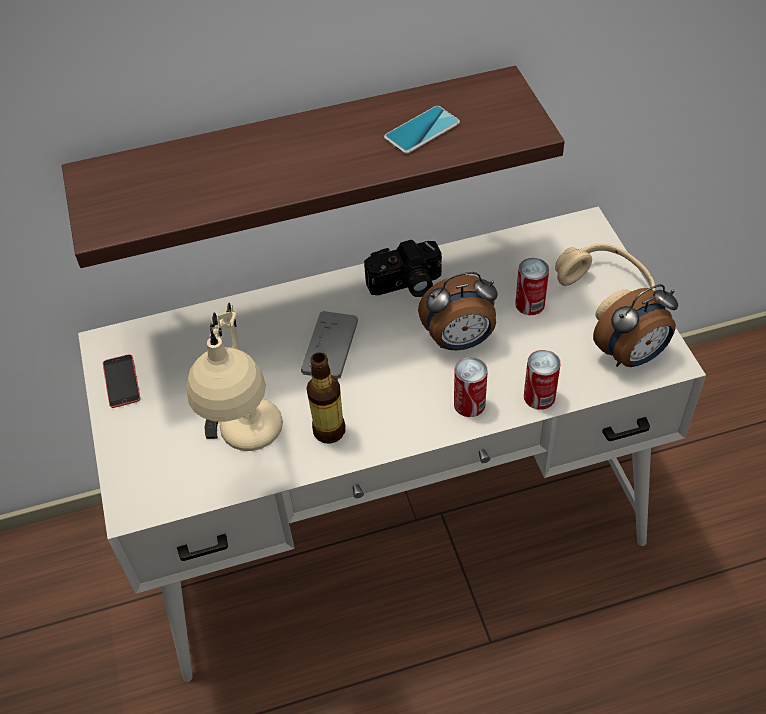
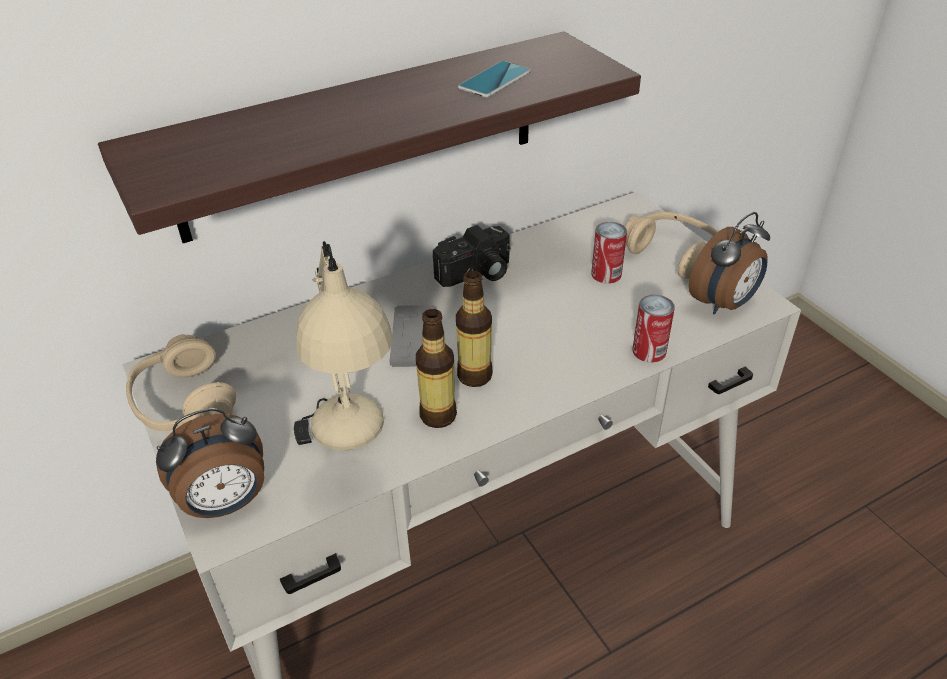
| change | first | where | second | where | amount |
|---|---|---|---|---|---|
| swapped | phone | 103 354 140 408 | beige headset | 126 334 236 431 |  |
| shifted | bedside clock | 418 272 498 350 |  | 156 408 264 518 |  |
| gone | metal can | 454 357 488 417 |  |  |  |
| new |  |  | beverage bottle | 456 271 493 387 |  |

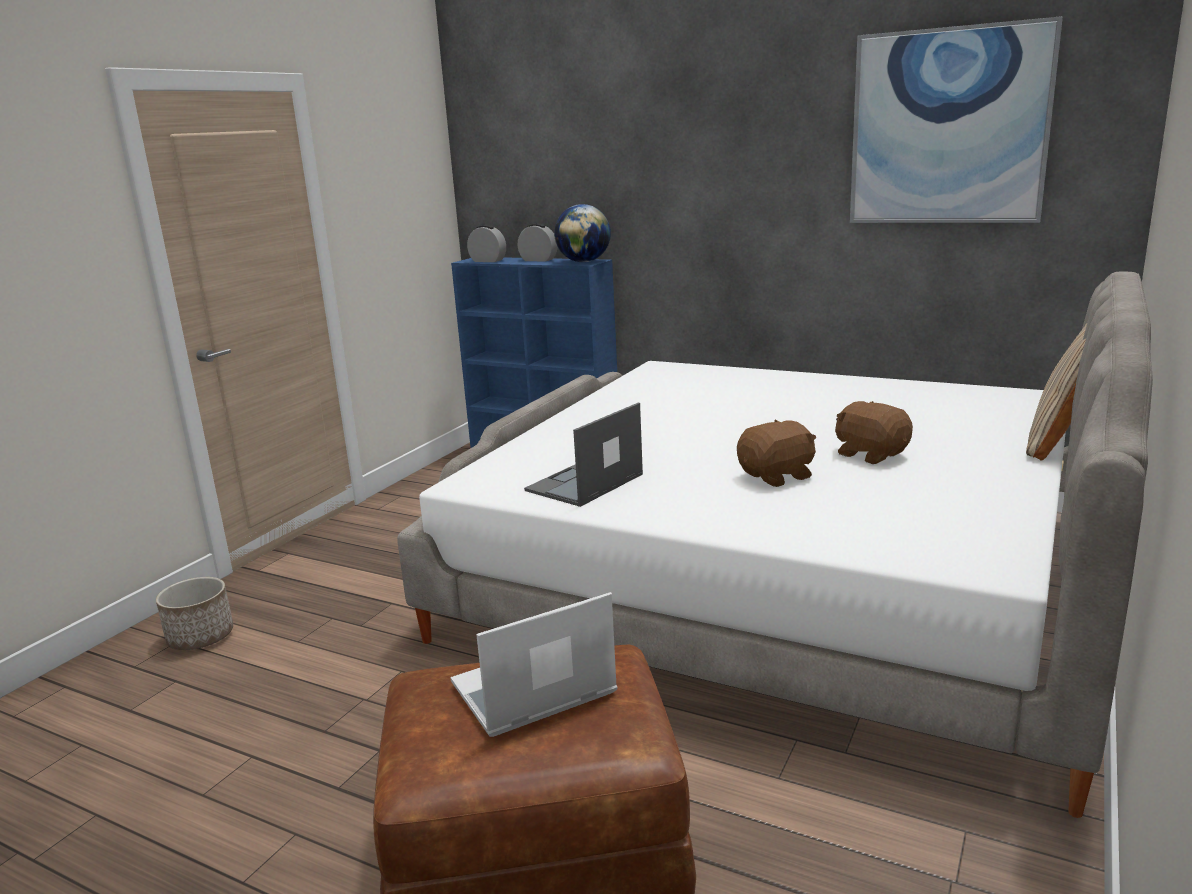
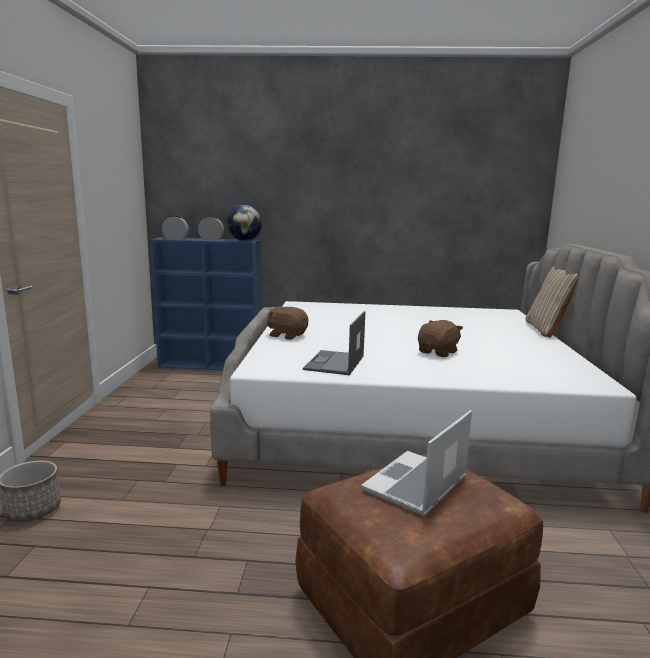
| change | first | where | second | where | amount |
|---|---|---|---|---|---|
| shifted | brownish plush toy | 835 401 913 464 |  | 267 306 308 340 |  |
| gone | wall picture | 850 16 1063 223 |  |  |  |

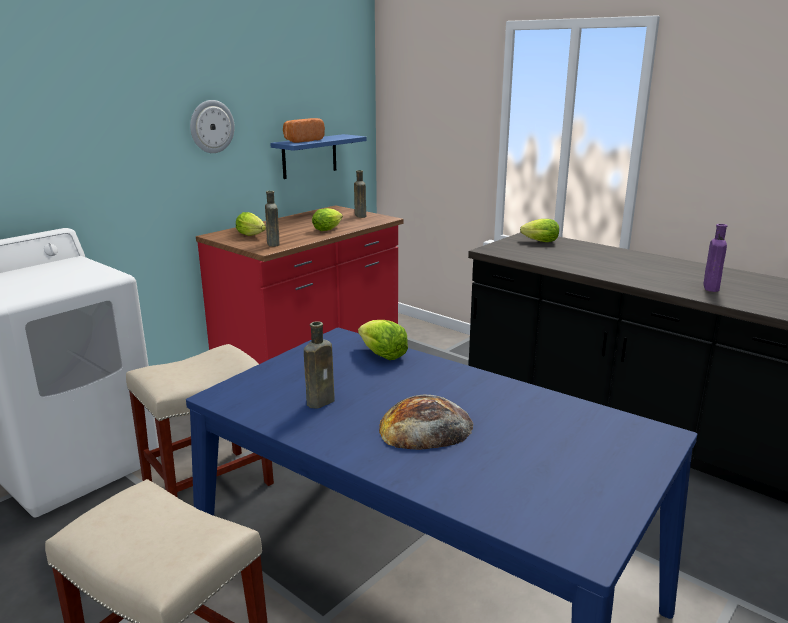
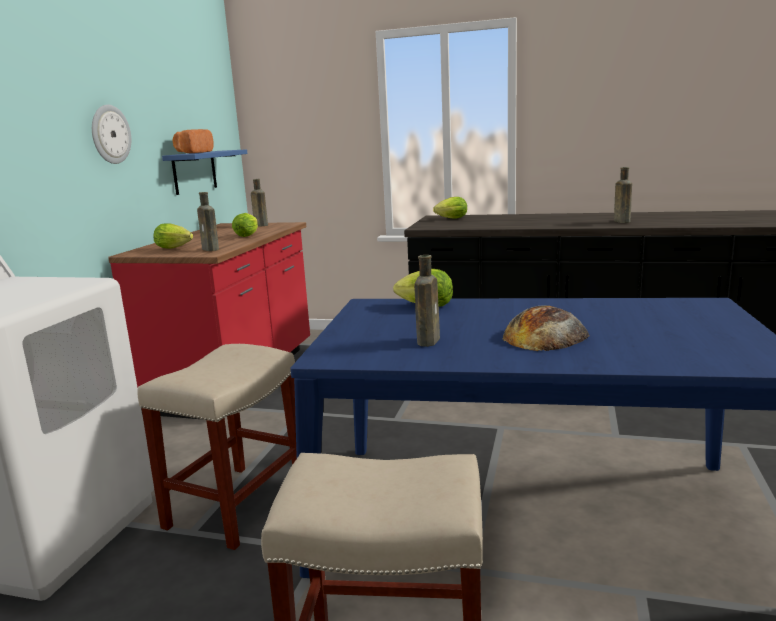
| change | first | where | second | where | amount |
|---|---|---|---|---|---|
| repainted | purplish beverage bottle | 703 224 727 292 | brownish beverage bottle | 614 167 632 223 |  |

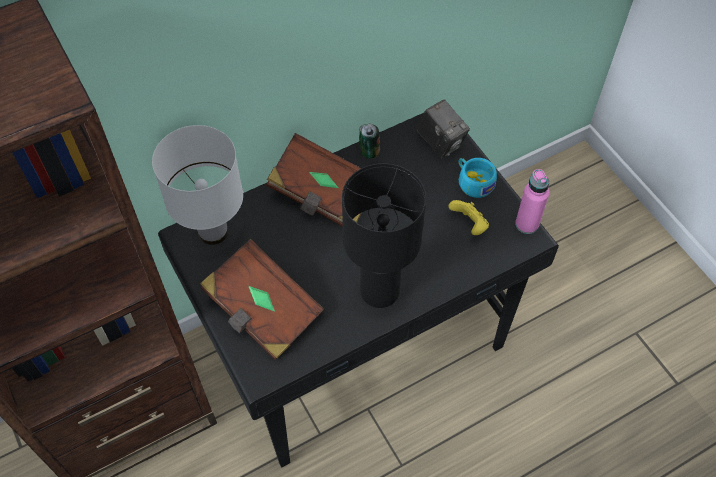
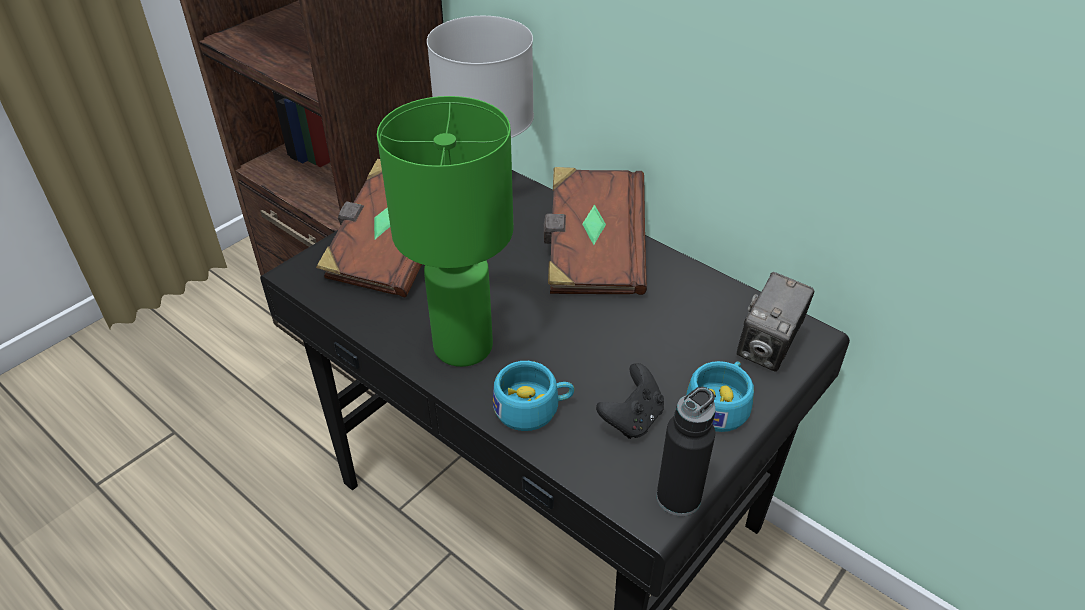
| change | first | where | second | where | amount |
|---|---|---|---|---|---|
| repainted | black-coloured tabletop lamp | 342 163 426 308 | green tabletop lamp | 377 96 513 367 |  |
| gone | metal can | 359 124 380 158 |  |  |  |
| repainted | yellow game controller | 448 200 489 235 | black-coloured game controller | 596 363 664 439 |  |
| repainted | pink beverage bottle | 515 169 549 234 | black-coloured beverage bottle | 657 387 716 516 |  |
| new |  |  | turquoise-coloured cup | 493 361 574 431 |  |

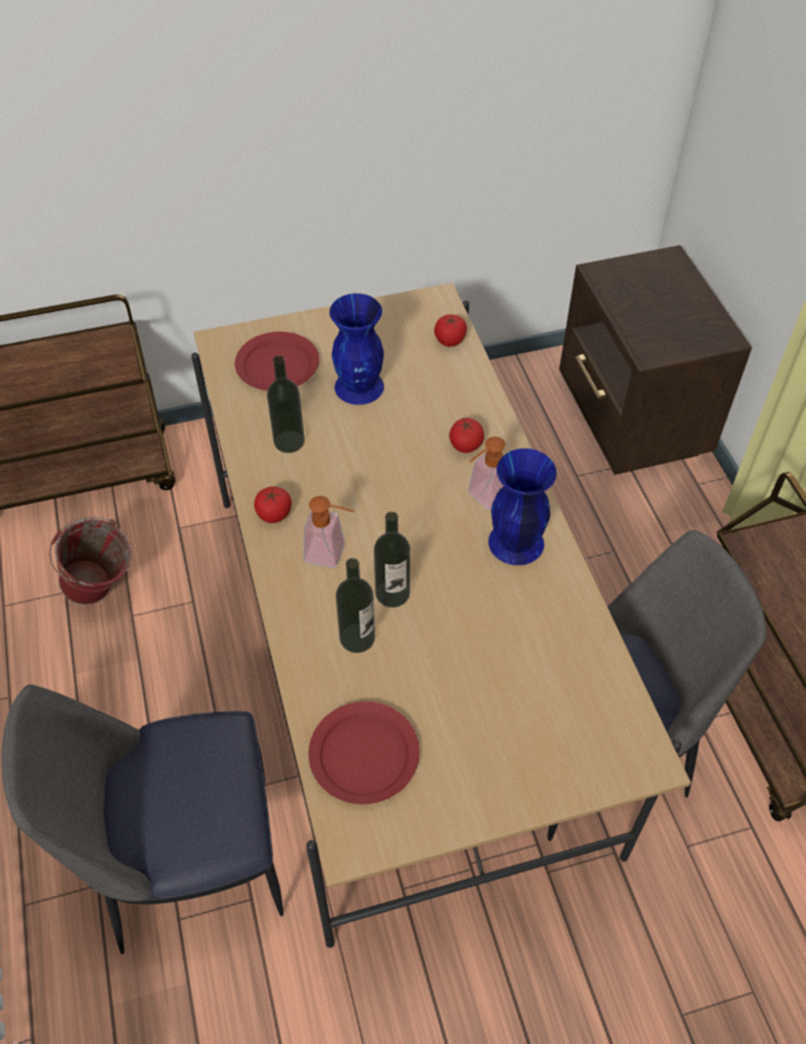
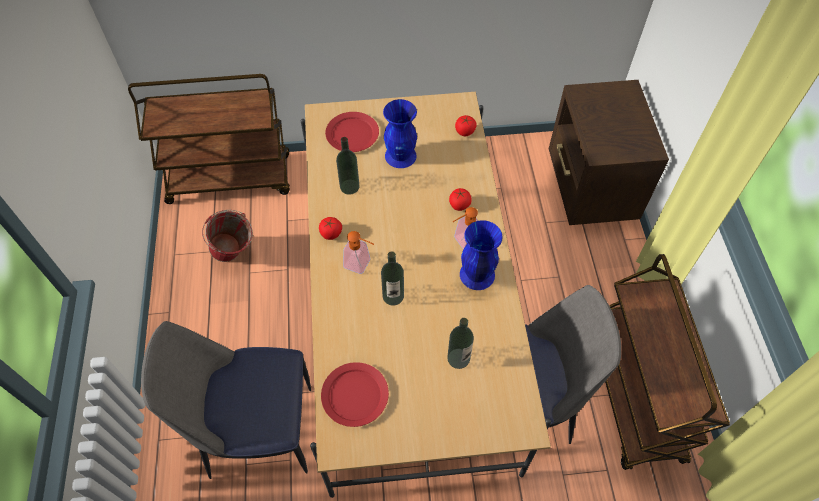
| change | first | where | second | where | amount |
|---|---|---|---|---|---|
| shifted | beverage bottle | 336 558 375 653 |  | 447 318 474 369 |  |

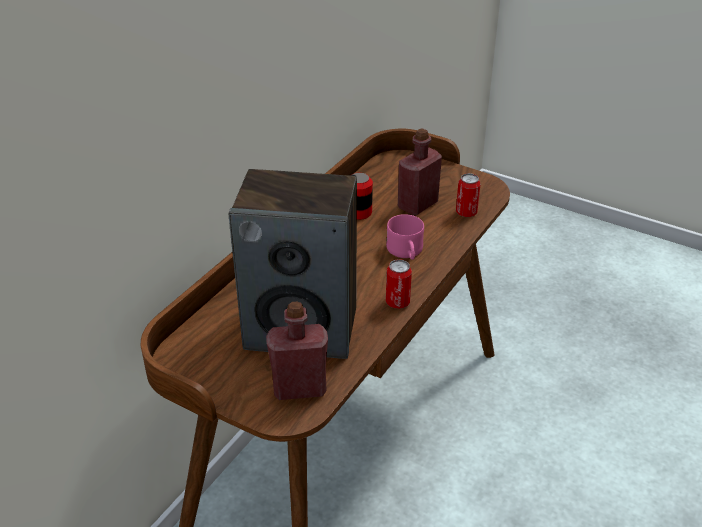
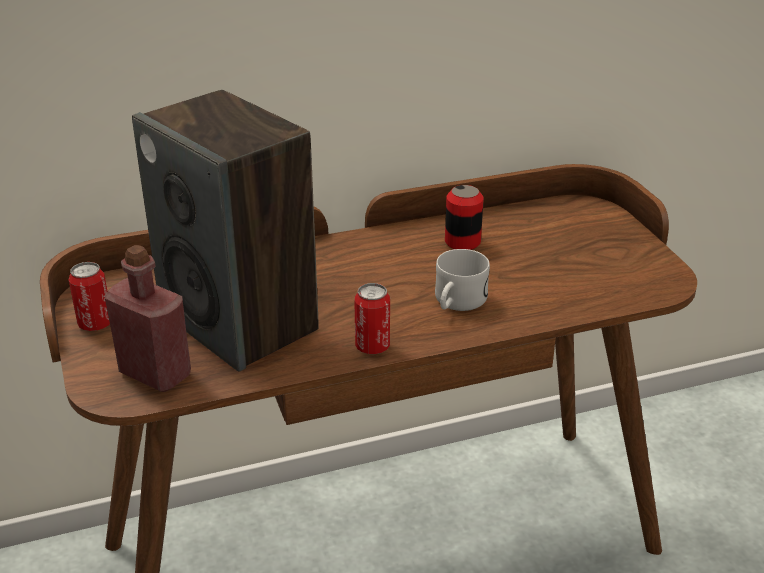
| change | first | where | second | where | amount |
|---|---|---|---|---|---|
| repainted | pink mug | 386 214 424 260 | white mug | 435 249 490 311 |  |
| gone | reddish beverage bottle | 398 128 442 216 |  |  |  |
| shifted | metal can | 456 173 481 217 |  | 69 262 110 331 |  |

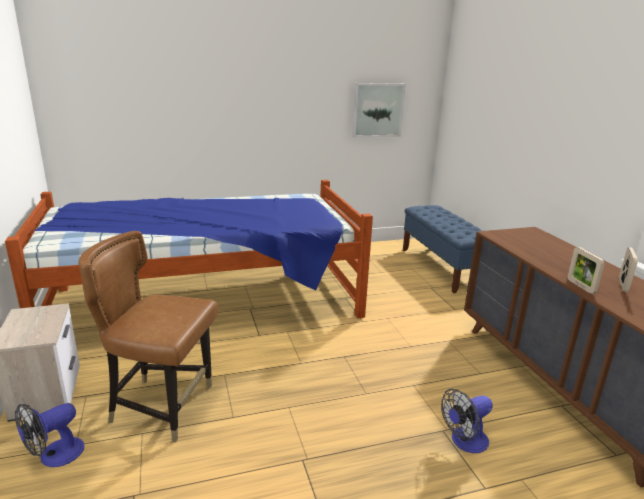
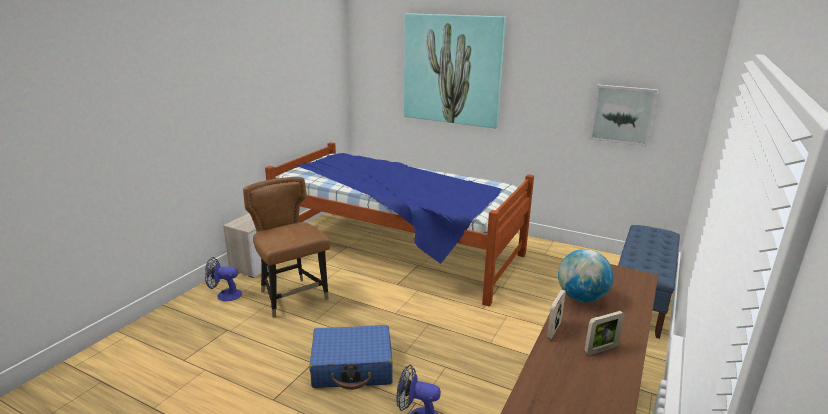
| change | first | where | second | where | amount |
|---|---|---|---|---|---|
| new |  |  | bluish suitcase | 309 325 392 390 |  |
| new |  |  | wall picture | 404 13 506 128 |  |
| new |  |  | desk globe | 558 249 613 303 |  |

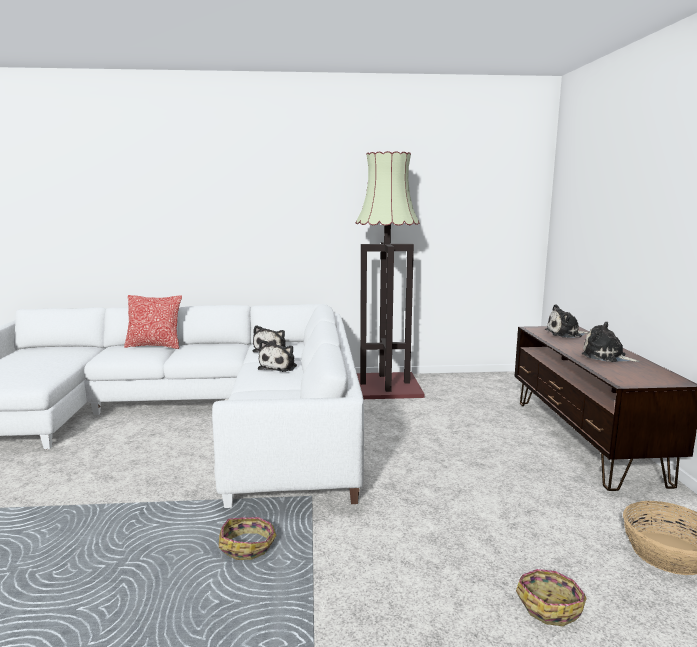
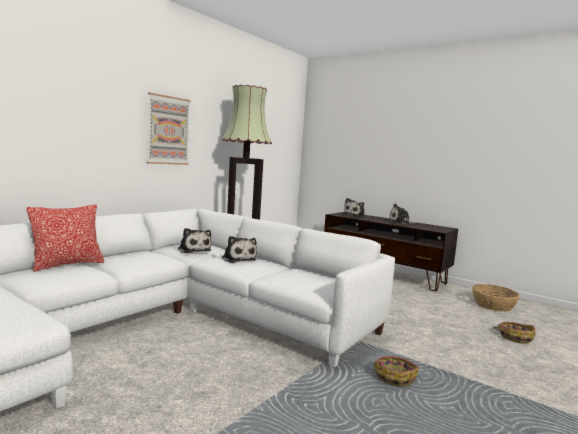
| change | first | where | second | where | amount |
|---|---|---|---|---|---|
| new |  |  | wall picture | 147 92 191 165 |  |

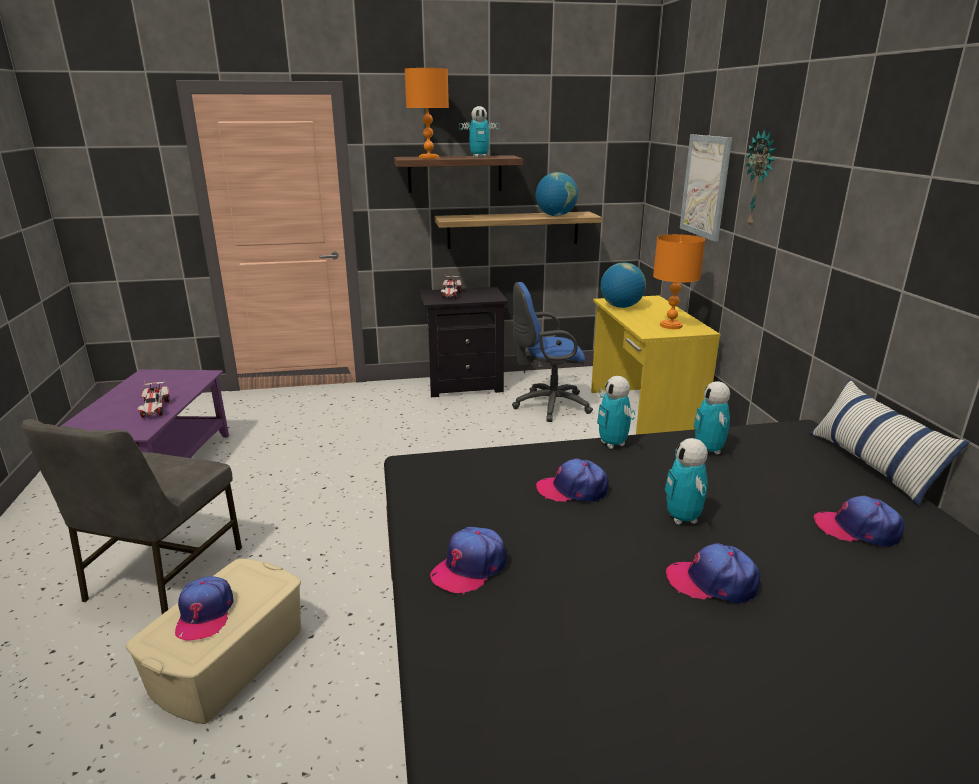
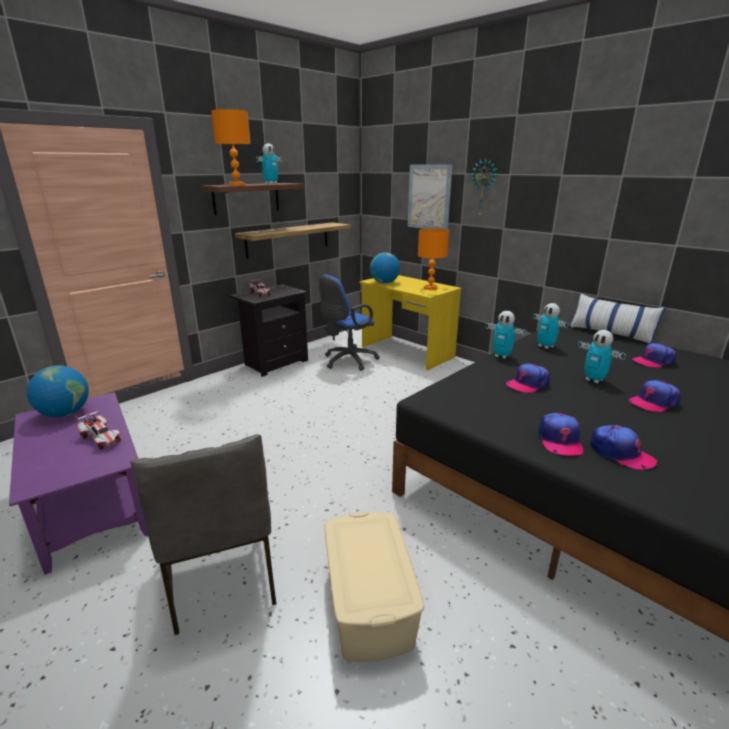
| change | first | where | second | where | amount |
|---|---|---|---|---|---|
| shifted | cap | 175 576 234 640 |  | 590 425 657 470 |  |
| shifted | desk globe | 536 172 578 216 |  | 27 366 89 417 |  |

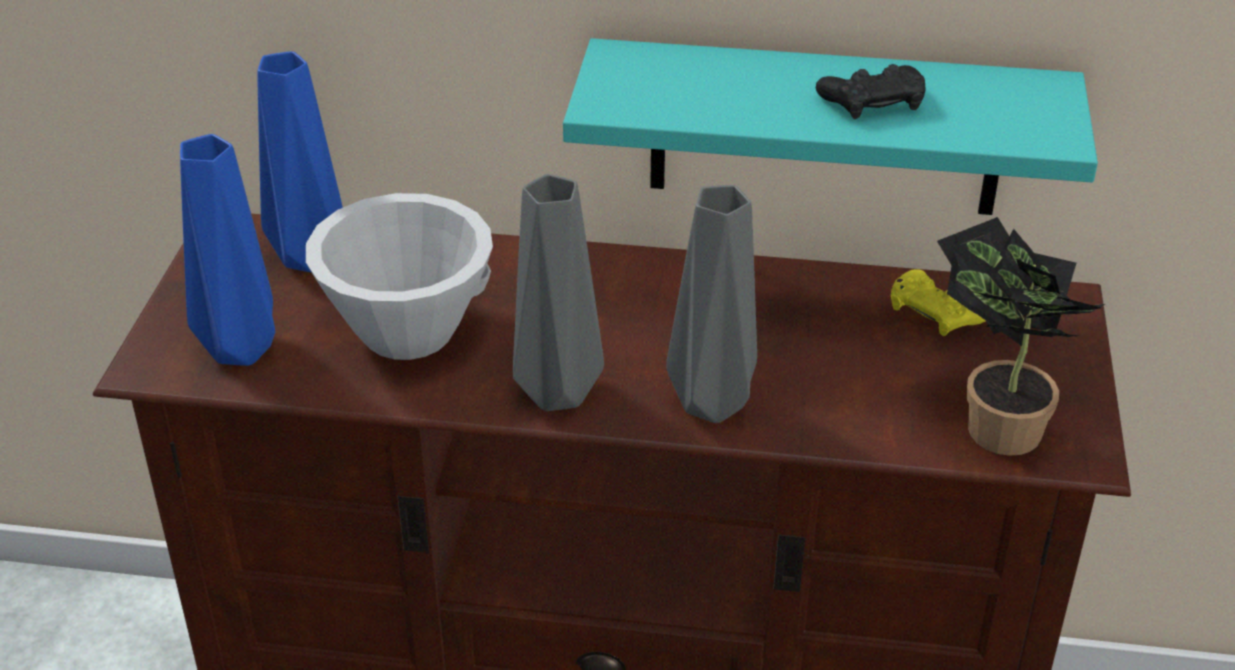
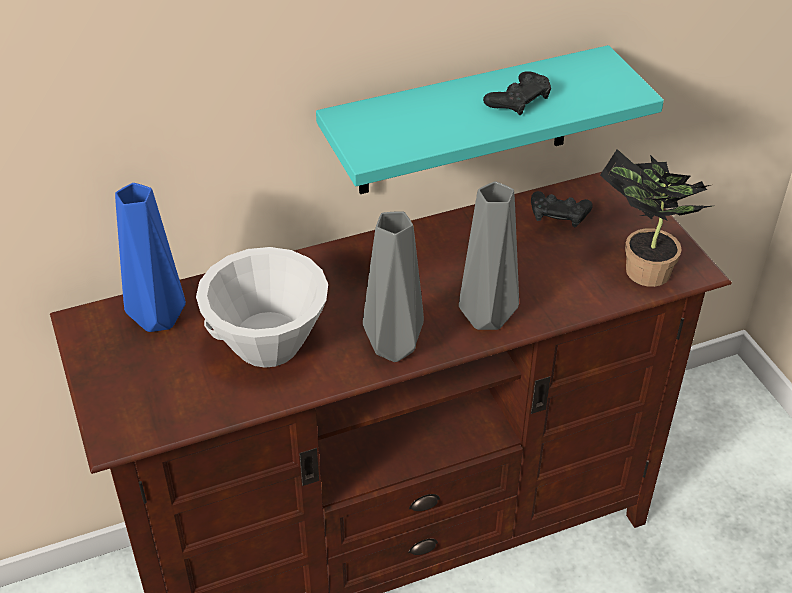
| change | first | where | second | where | amount |
|---|---|---|---|---|---|
| gone | bluish decorative vase | 180 134 275 366 |  |  |  |
| repainted | yellow game controller | 891 269 986 336 | black-coloured game controller | 531 191 593 227 |  |

